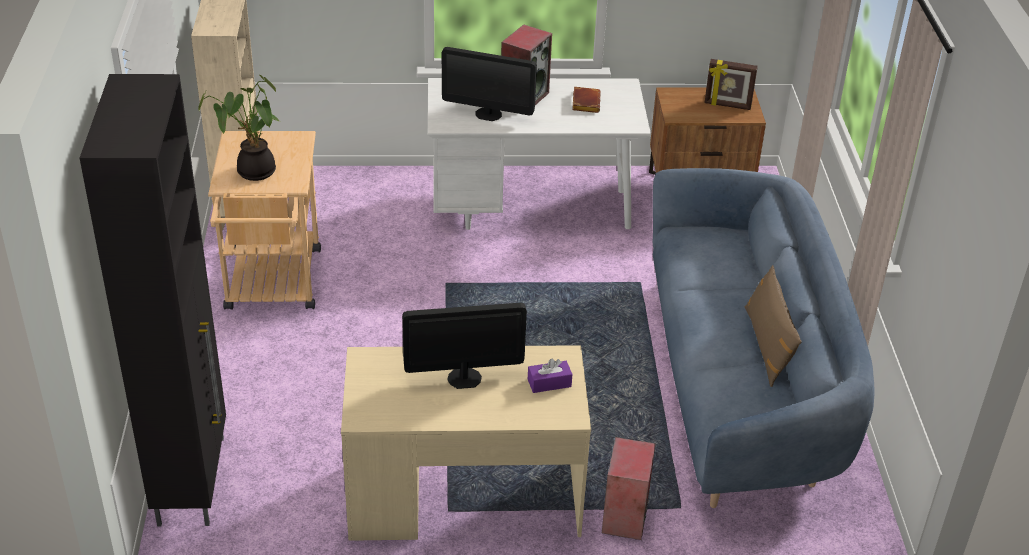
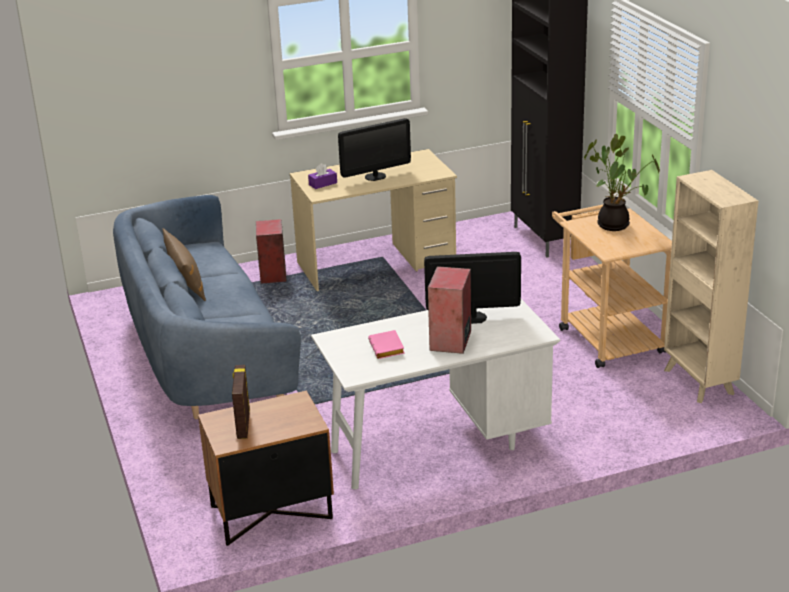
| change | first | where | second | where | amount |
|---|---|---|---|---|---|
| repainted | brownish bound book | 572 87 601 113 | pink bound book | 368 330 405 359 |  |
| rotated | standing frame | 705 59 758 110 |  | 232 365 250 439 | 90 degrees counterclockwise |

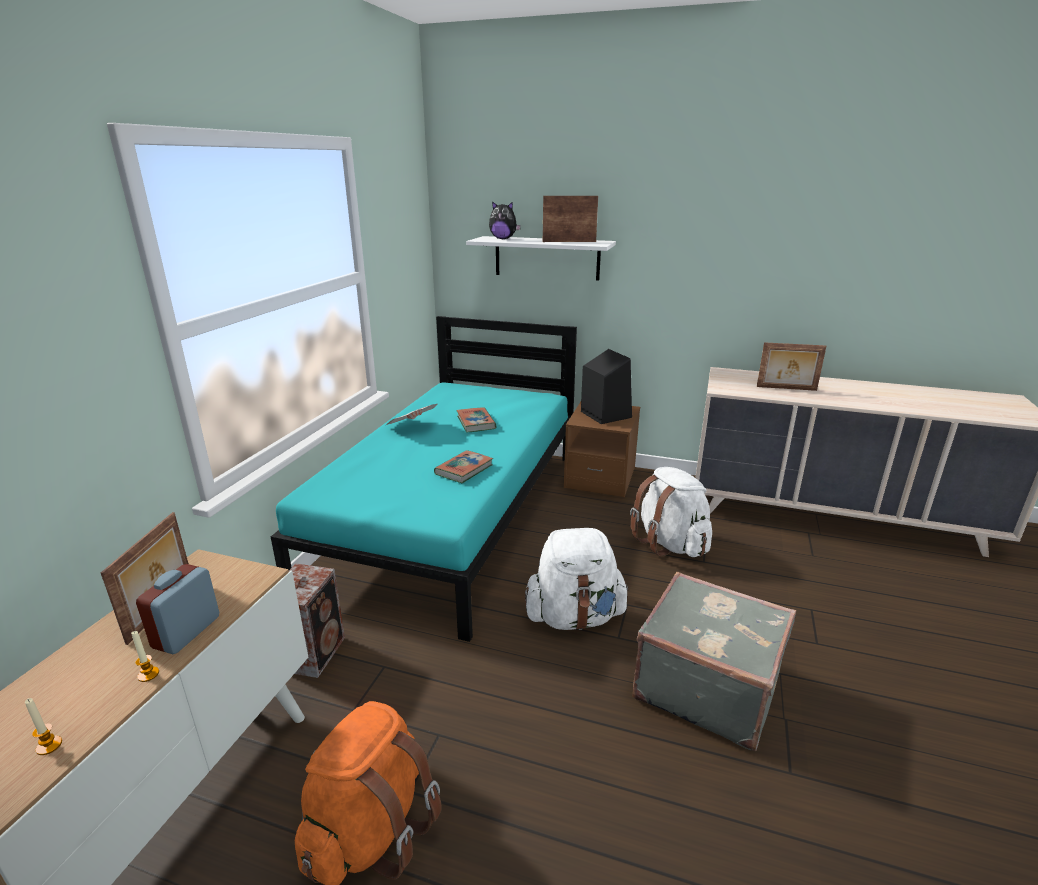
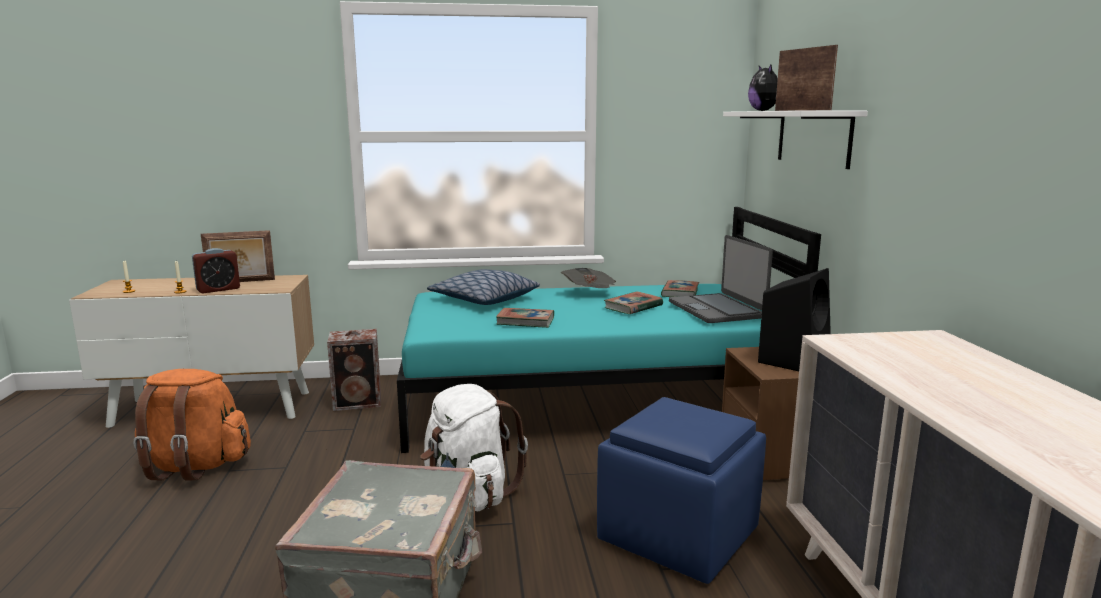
| change | first | where | second | where | amount |
|---|---|---|---|---|---|
| rotated | bedside clock | 136 564 219 654 |  | 192 248 240 293 | 150 degrees clockwise |
| swapped | white backpack | 630 467 712 557 | bluish footrest | 597 397 766 584 |  |
| gone | standing frame | 757 342 826 391 |  |  |  |
| new |  |  | pillow | 427 269 540 305 |  |
| new |  |  | bound book | 661 280 699 297 |  |
| new |  |  | portable computer | 669 235 773 323 |  |

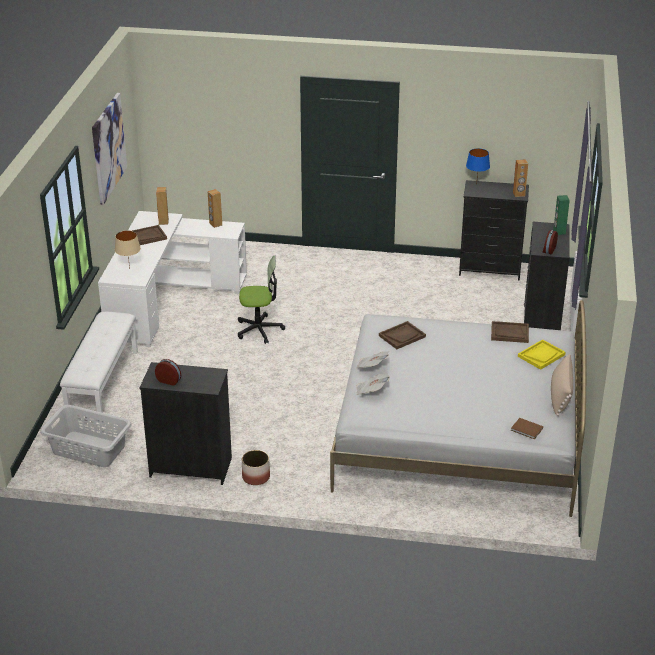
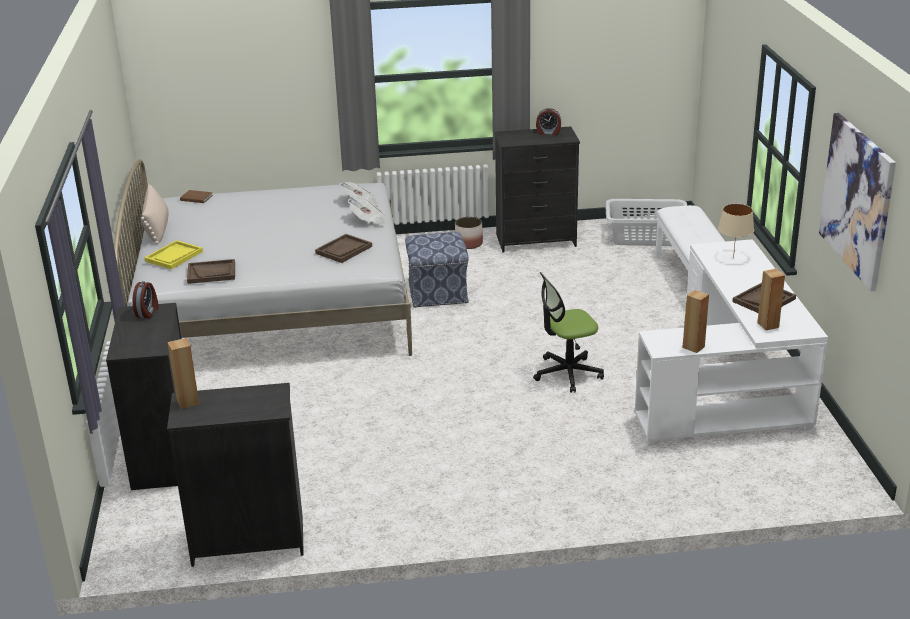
| change | first | where | second | where | amount |
|---|---|---|---|---|---|
| gone | bluish tabletop lamp | 466 148 490 186 |  |  |  |
| gone | green audio speaker | 553 195 570 235 |  |  |  |
| new |  |  | footrest | 405 232 469 308 |  |

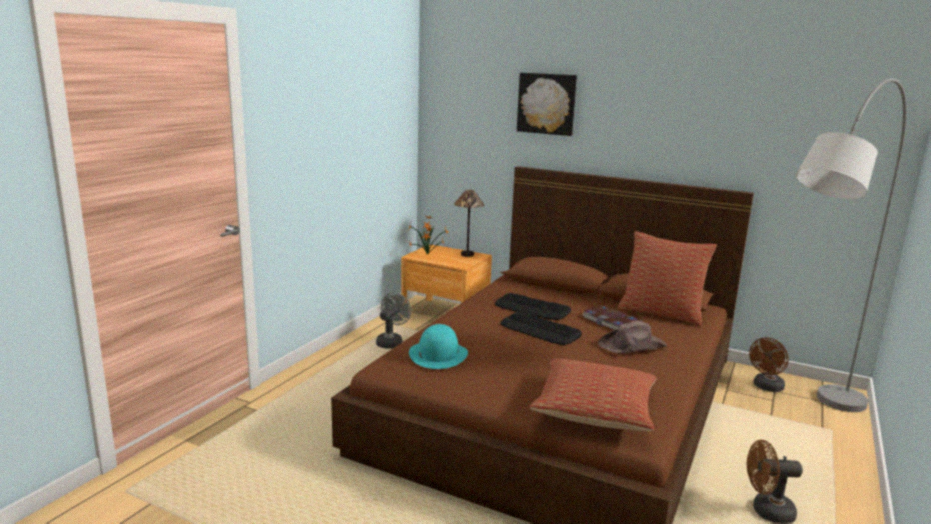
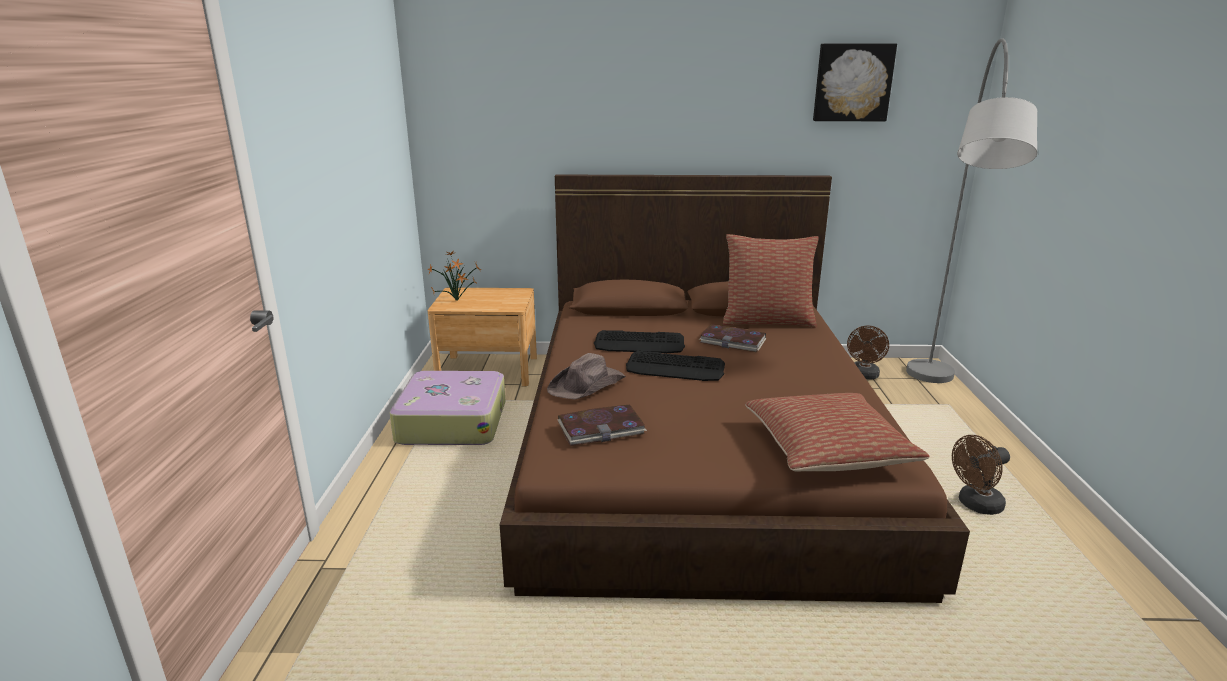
| change | first | where | second | where | amount |
|---|---|---|---|---|---|
| swapped | greyish cooling fan | 376 292 411 349 | suitcase | 389 371 506 445 |  |
| swapped | turquoise-coloured wearable hat | 409 324 468 369 | bound book | 557 405 647 446 |  |
| gone | tabletop lamp | 454 190 484 257 |  |  |  |
| shifted | wall picture | 517 73 577 136 |  | 813 44 897 121 |  |
| shifted | brownish wearable hat | 598 321 667 353 |  | 547 353 626 400 |  |

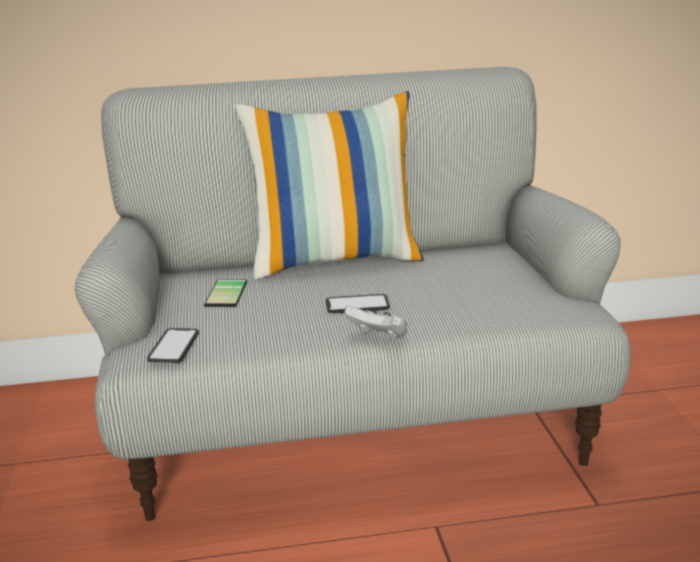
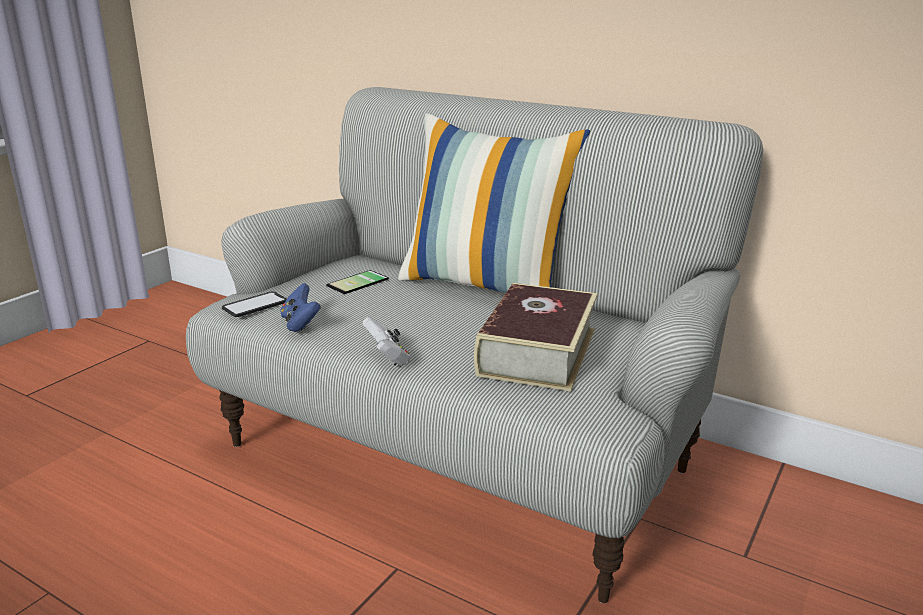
| change | first | where | second | where | amount |
|---|---|---|---|---|---|
| gone | phone | 326 294 390 313 |  |  |  |
| new |  |  | bluish game controller | 280 283 321 332 |  |
| new |  |  | bound book | 474 283 598 391 |  |

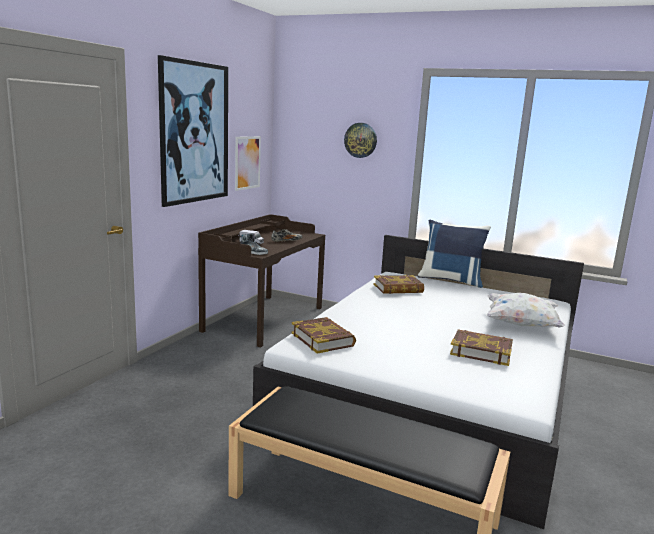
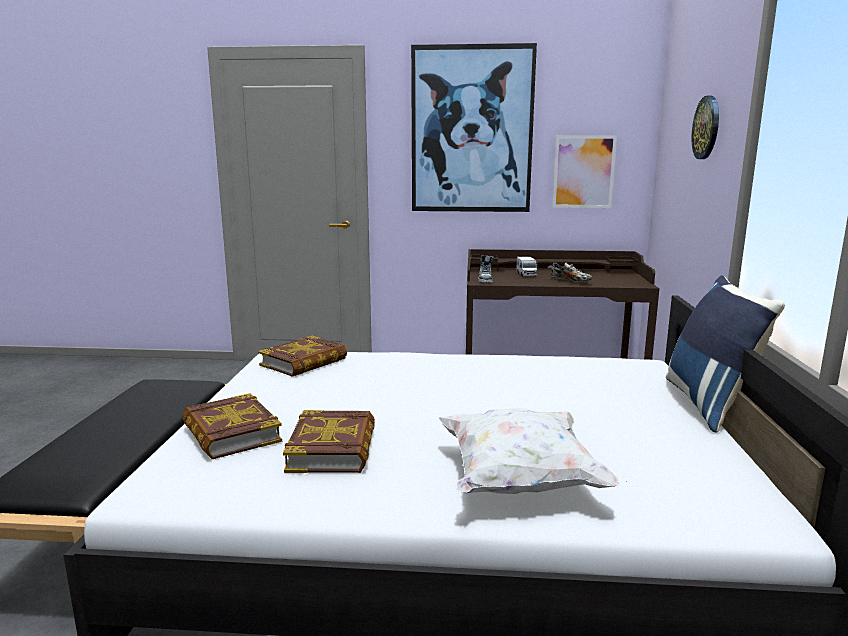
| change | first | where | second | where | amount |
|---|---|---|---|---|---|
| shifted | bound book | 373 275 424 294 |  | 182 393 282 459 |  |

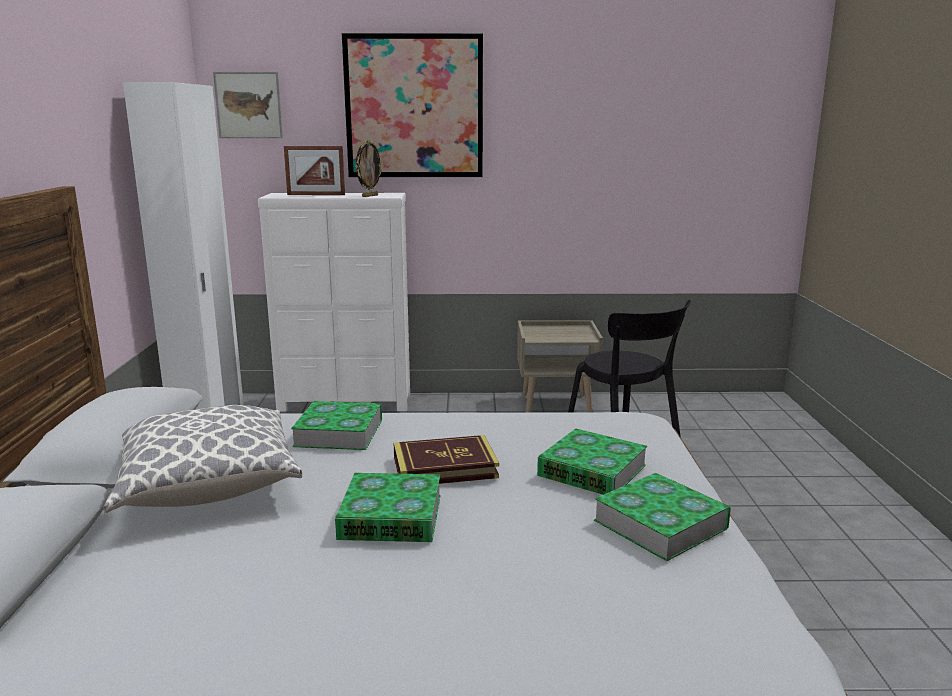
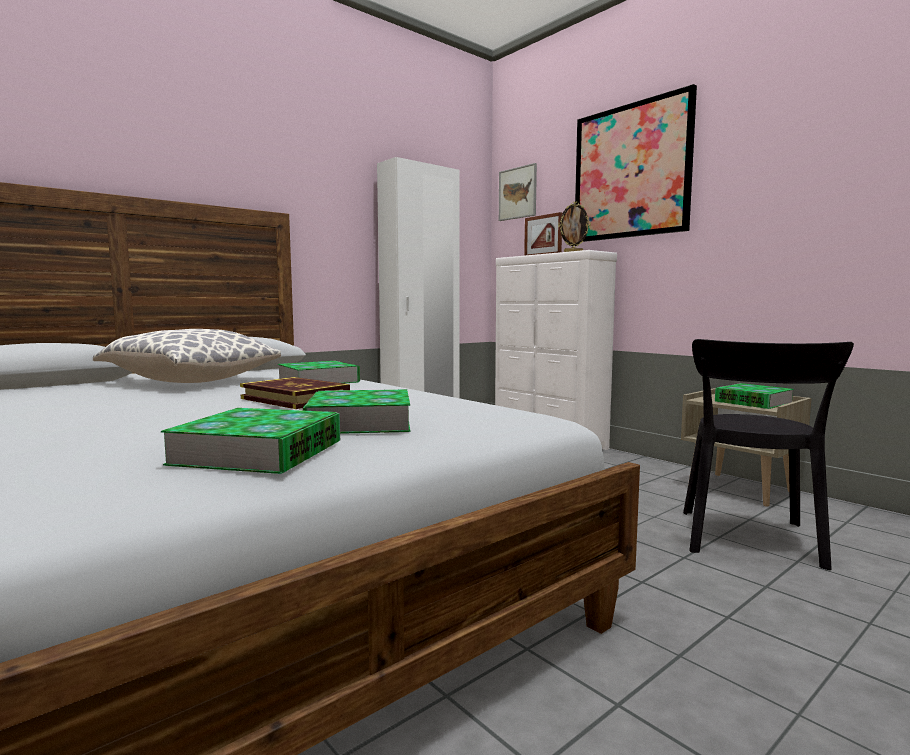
| change | first | where | second | where | amount |
|---|---|---|---|---|---|
| shifted | bound book | 335 473 441 542 |  | 715 383 794 409 |  |

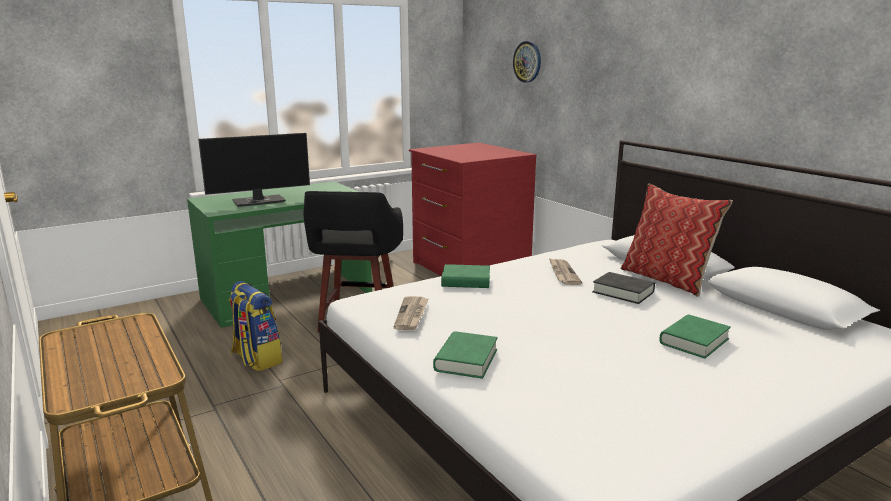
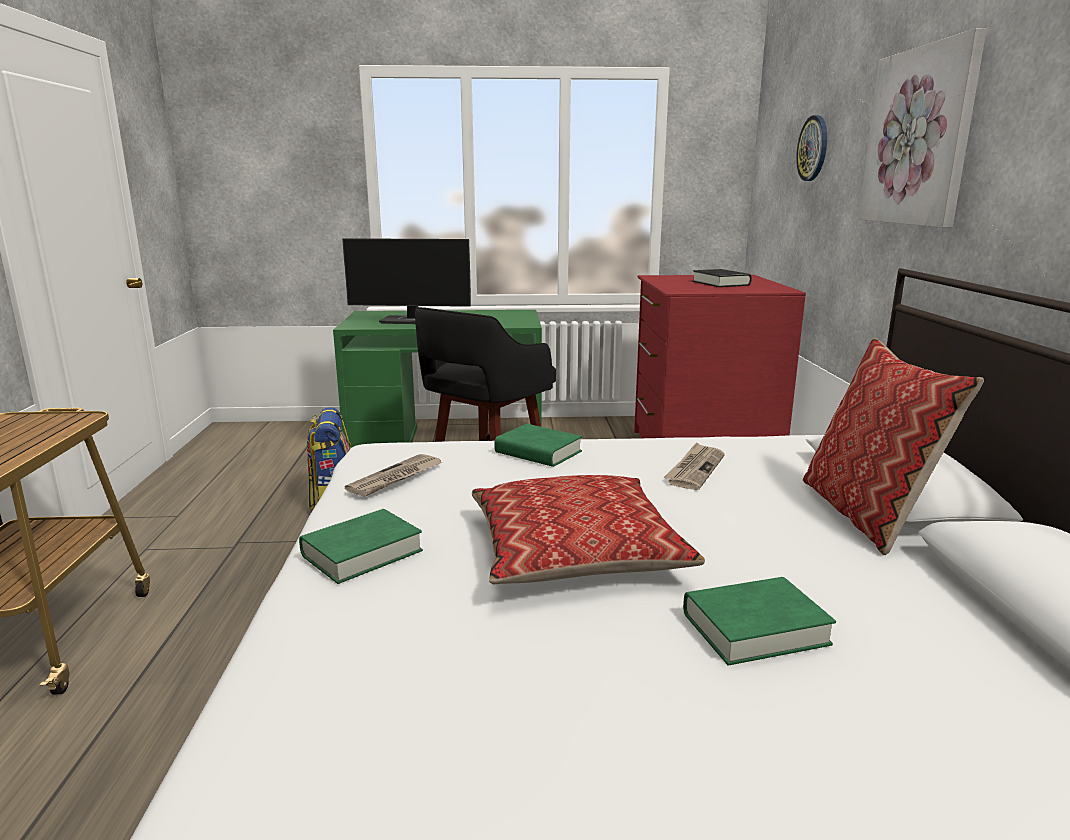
| change | first | where | second | where | amount |
|---|---|---|---|---|---|
| shifted | black-coloured bound book | 592 272 655 304 |  | 692 269 752 287 |  |
| new |  |  | pillow | 472 475 705 584 |  |
| new |  |  | wall picture | 858 28 987 228 |  |

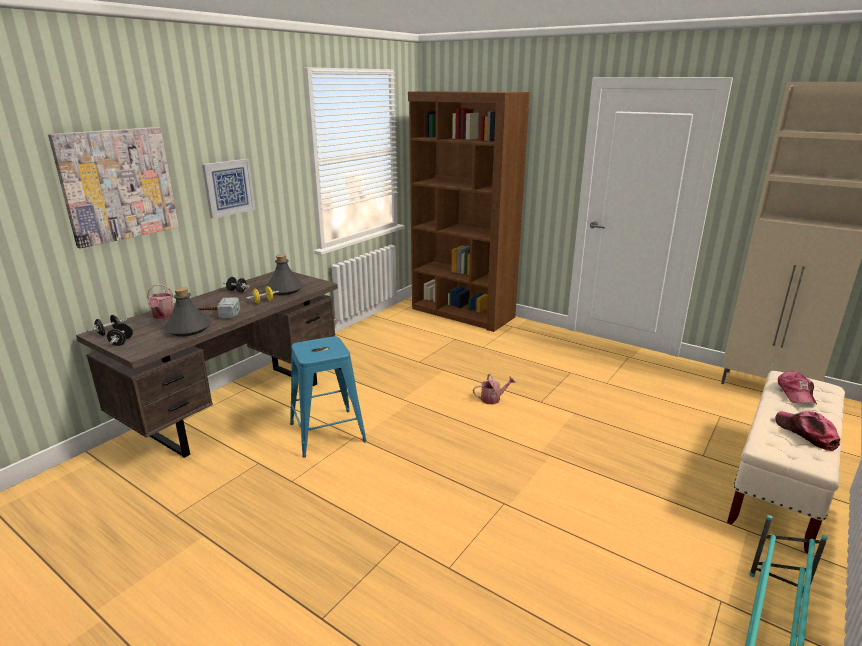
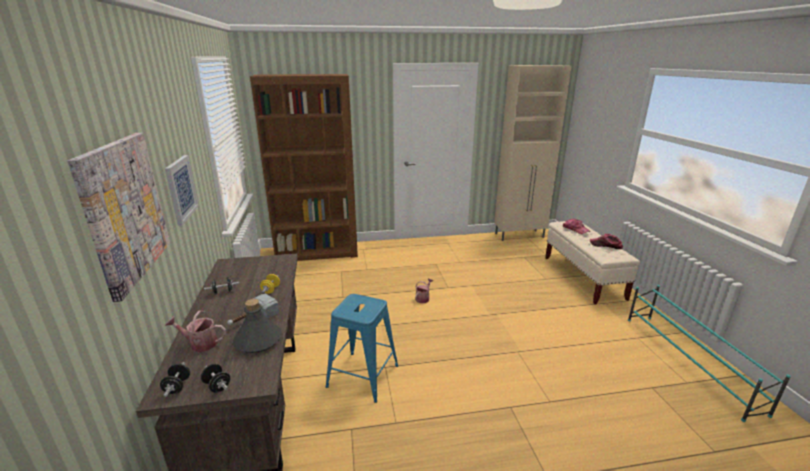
| change | first | where | second | where | amount |
|---|---|---|---|---|---|
| rotated | sprinkling can | 147 284 174 319 |  | 165 310 226 352 | 150 degrees clockwise |
| gone | greyish beverage bottle | 267 254 303 295 |  |  |  |

